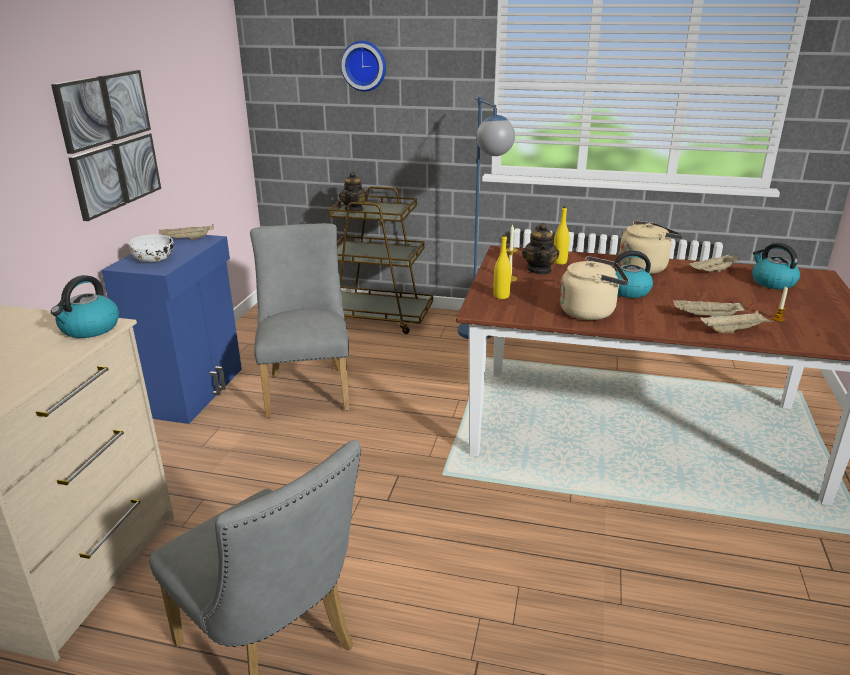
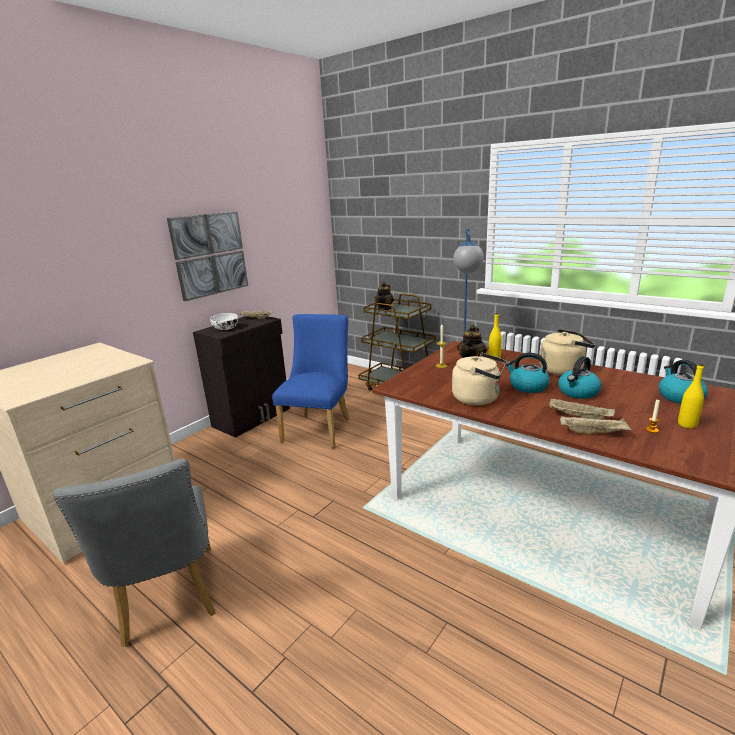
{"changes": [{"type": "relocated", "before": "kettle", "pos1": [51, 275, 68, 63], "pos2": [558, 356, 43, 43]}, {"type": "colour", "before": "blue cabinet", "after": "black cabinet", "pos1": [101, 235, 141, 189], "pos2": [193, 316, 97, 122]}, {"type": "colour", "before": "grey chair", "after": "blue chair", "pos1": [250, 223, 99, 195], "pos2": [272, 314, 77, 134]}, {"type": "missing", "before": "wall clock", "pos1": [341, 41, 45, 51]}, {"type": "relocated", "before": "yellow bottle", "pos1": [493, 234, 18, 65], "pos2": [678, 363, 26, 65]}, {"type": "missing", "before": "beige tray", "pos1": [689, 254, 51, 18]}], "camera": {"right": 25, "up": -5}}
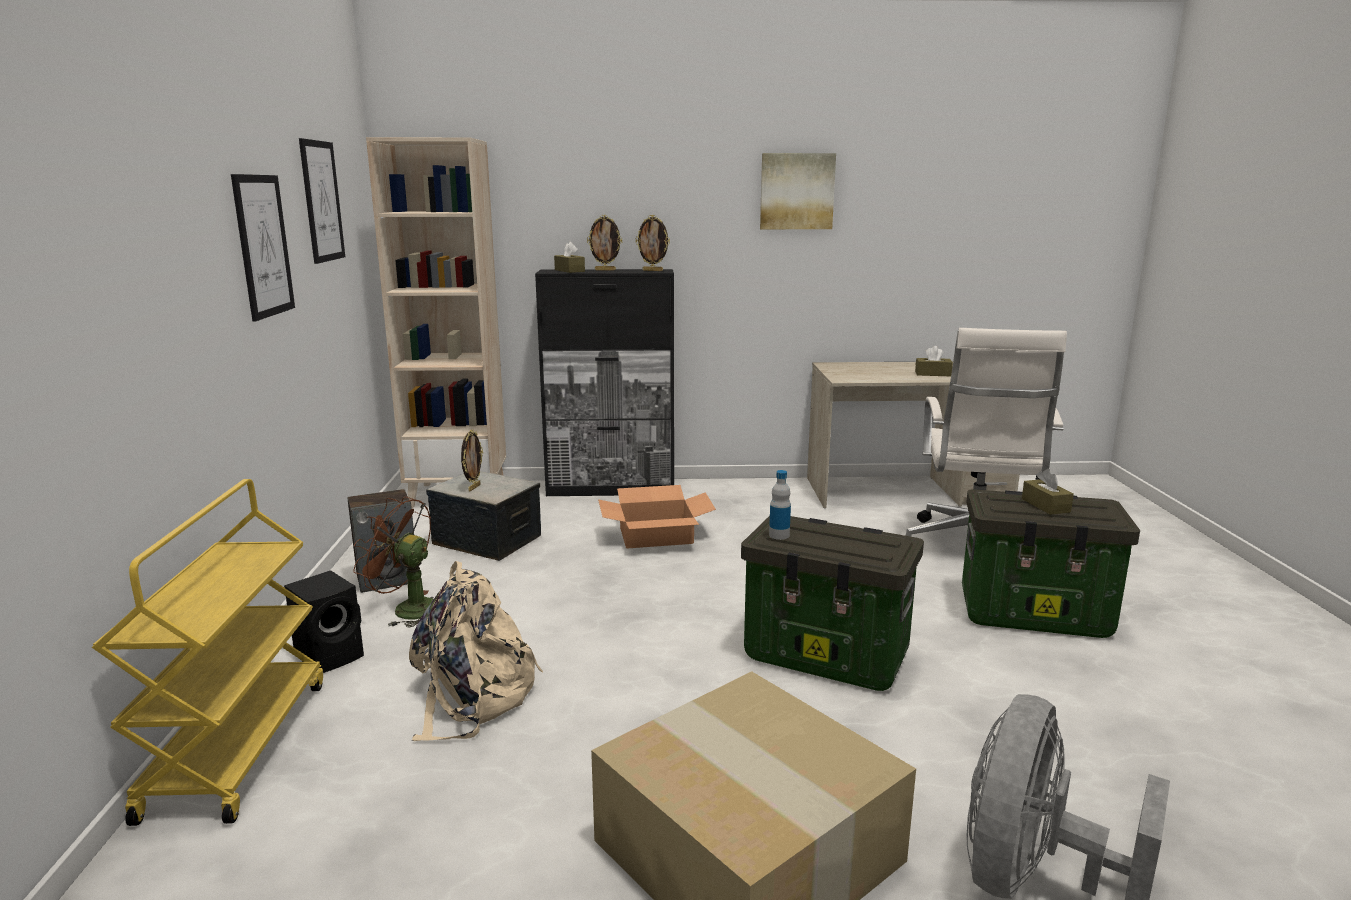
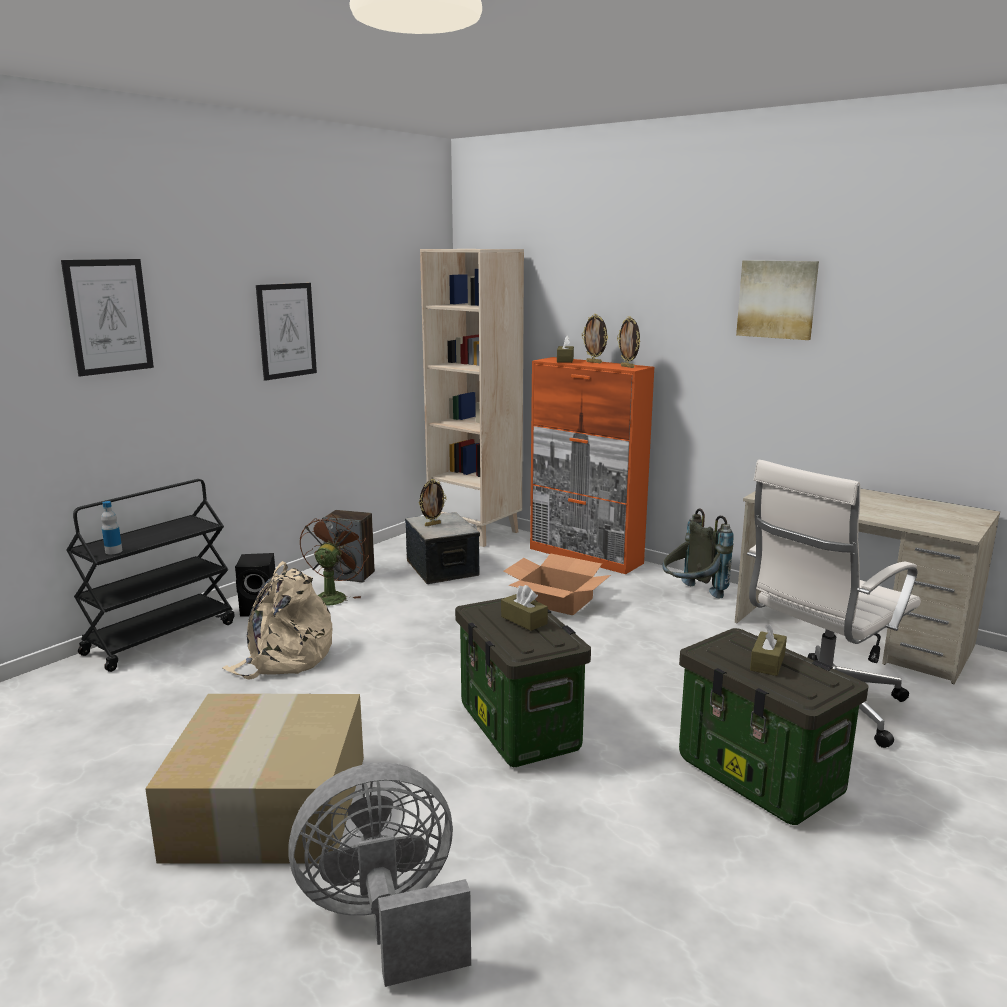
{"changes": [{"type": "colour", "before": "yellow cart", "after": "black cart", "pos1": [92, 479, 231, 347], "pos2": [66, 479, 168, 193]}, {"type": "relocated", "before": "picture", "pos1": [299, 138, 46, 126], "pos2": [61, 259, 93, 118]}, {"type": "spun", "before": "brown fan", "pos1": [353, 497, 81, 131], "pos2": [300, 514, 69, 92], "turn": 45}, {"type": "colour", "before": "black cabinet", "after": "orange cabinet", "pos1": [535, 269, 139, 227], "pos2": [530, 357, 125, 217]}, {"type": "relocated", "before": "bottle", "pos1": [769, 470, 22, 70], "pos2": [101, 501, 21, 53]}, {"type": "relocated", "before": "brown tissue box", "pos1": [915, 346, 38, 30], "pos2": [501, 585, 47, 46]}, {"type": "appeared", "after": "grey backpack", "pos2": [662, 508, 72, 91]}], "camera": {"right": 40, "up": 0}}
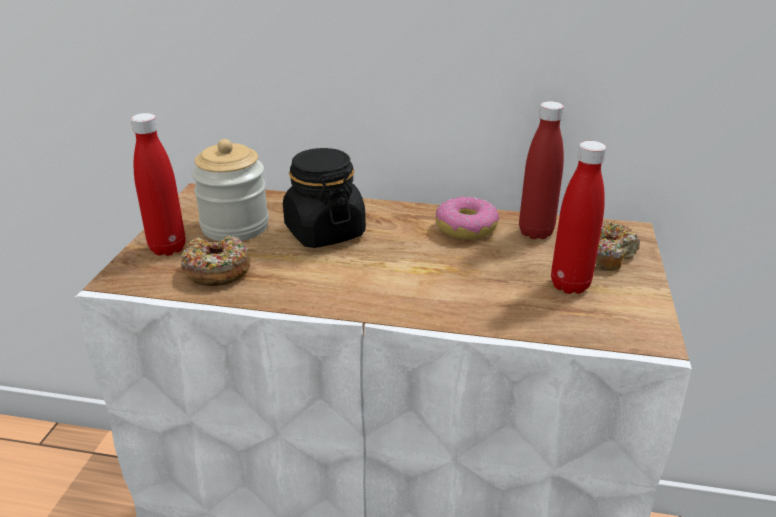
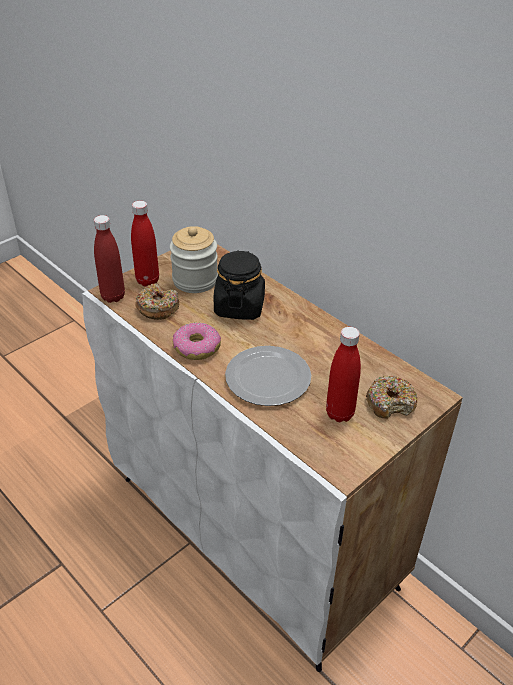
{"changes": [{"type": "relocated", "before": "donut", "pos1": [436, 196, 63, 43], "pos2": [172, 322, 49, 38]}, {"type": "relocated", "before": "red bottle", "pos1": [519, 101, 45, 138], "pos2": [94, 215, 31, 88]}, {"type": "appeared", "after": "plate", "pos2": [225, 346, 86, 60]}], "camera": {"right": 35, "up": 10}}
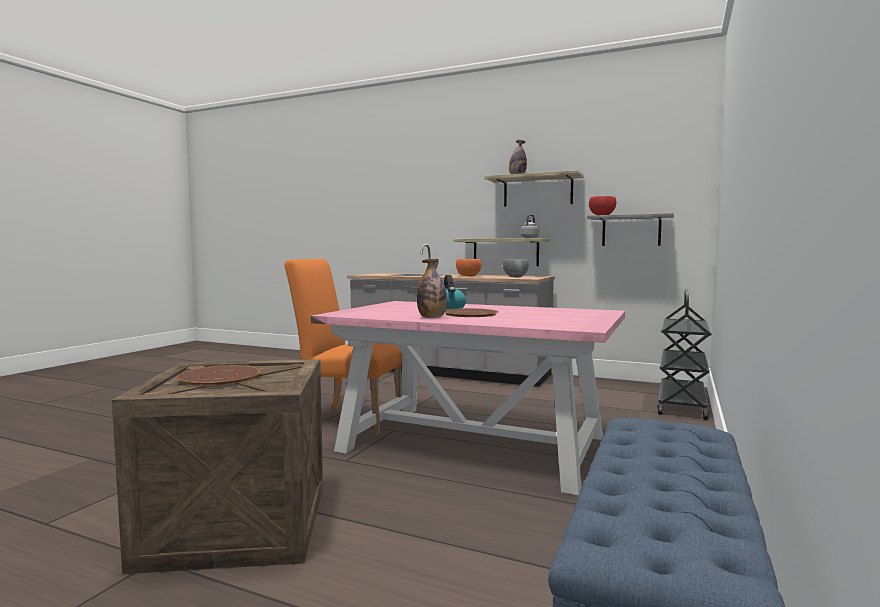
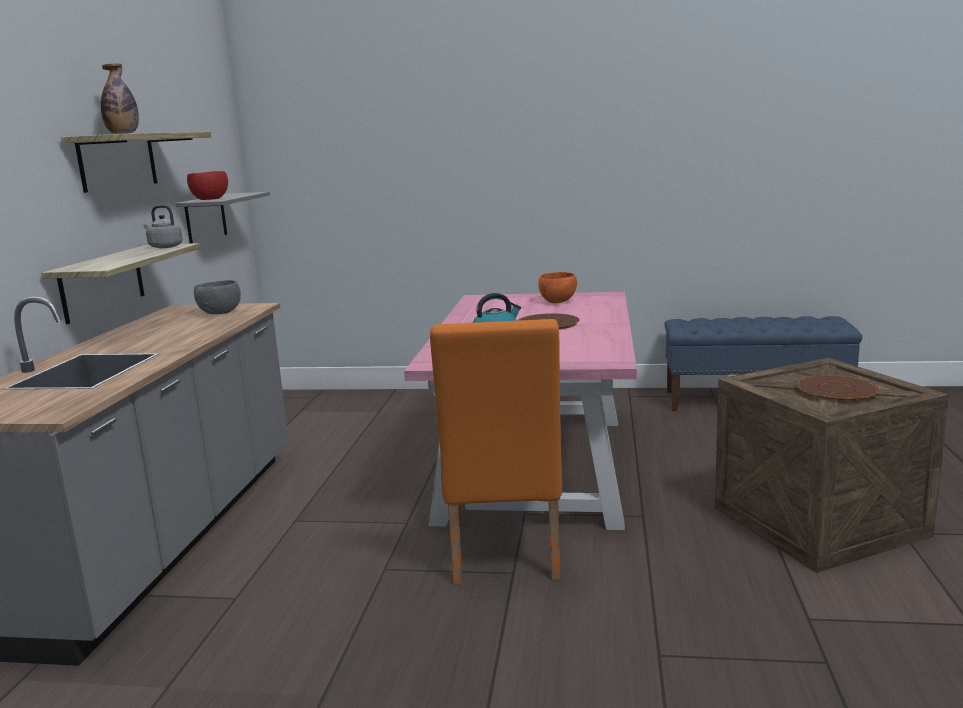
{"changes": [{"type": "missing", "before": "bottle", "pos1": [417, 259, 30, 59]}, {"type": "relocated", "before": "orange bowl", "pos1": [456, 259, 26, 17], "pos2": [538, 272, 39, 31]}, {"type": "missing", "before": "black cart", "pos1": [657, 289, 54, 131]}], "camera": {"right": -105, "up": 10}}
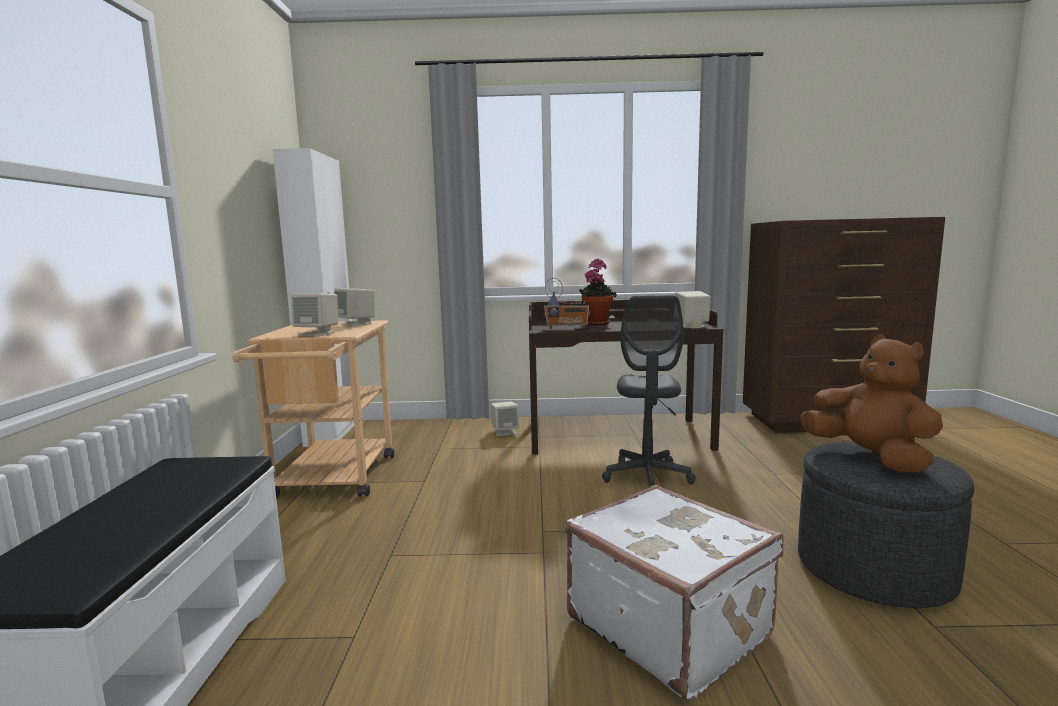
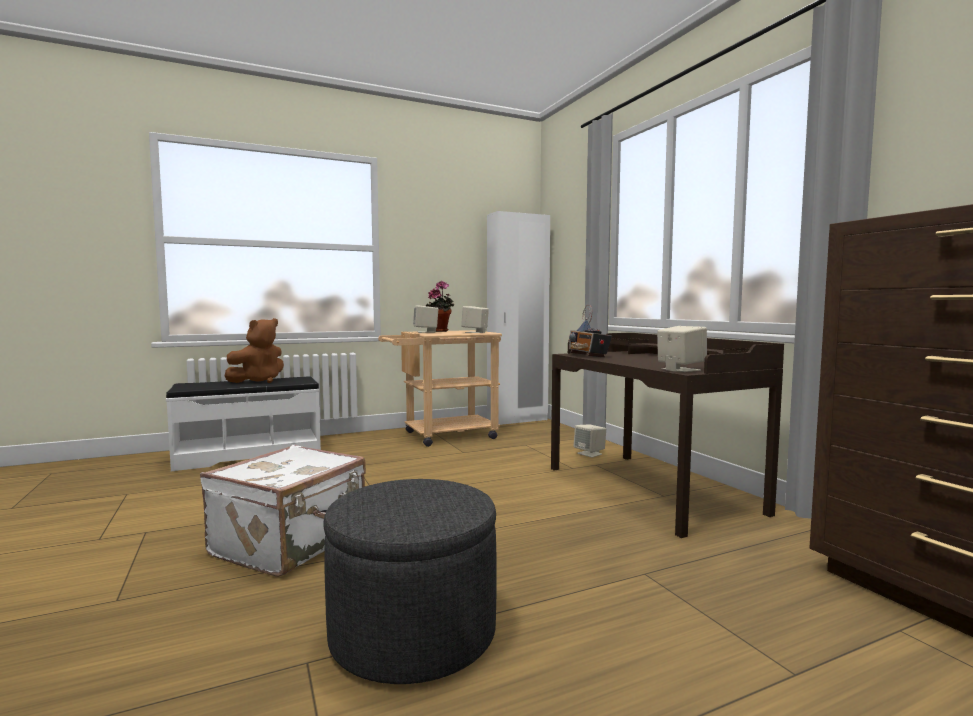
{"changes": [{"type": "relocated", "before": "potted plant", "pos1": [579, 259, 38, 66], "pos2": [426, 281, 28, 51]}, {"type": "missing", "before": "grey office chair", "pos1": [602, 296, 94, 192]}, {"type": "relocated", "before": "brown plush toy", "pos1": [800, 335, 143, 138], "pos2": [225, 318, 59, 65]}], "camera": {"right": 65, "up": -5}}
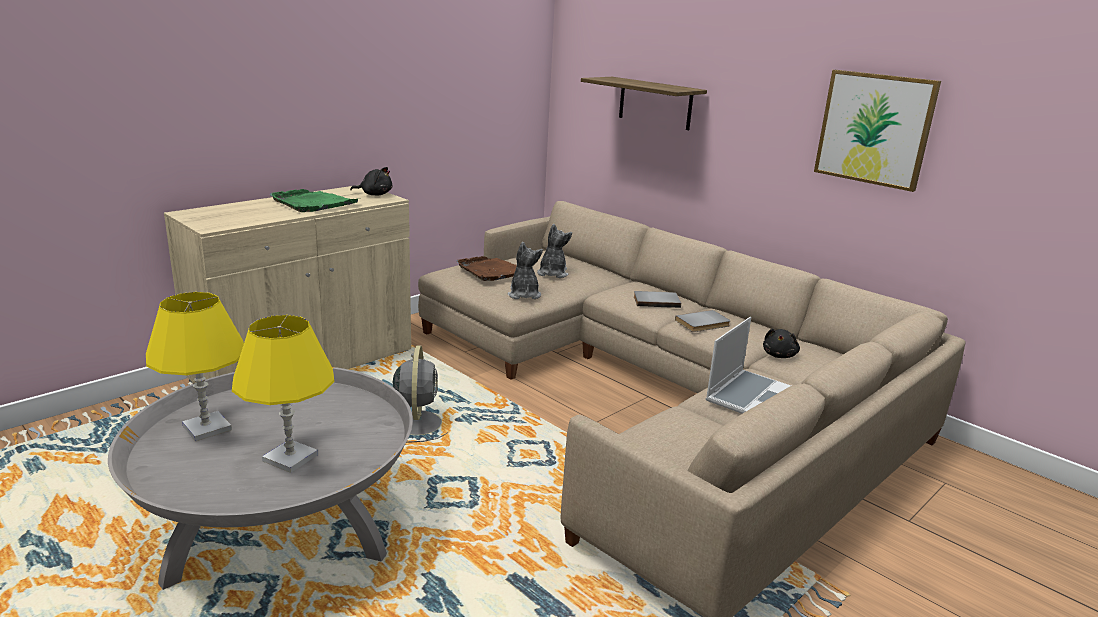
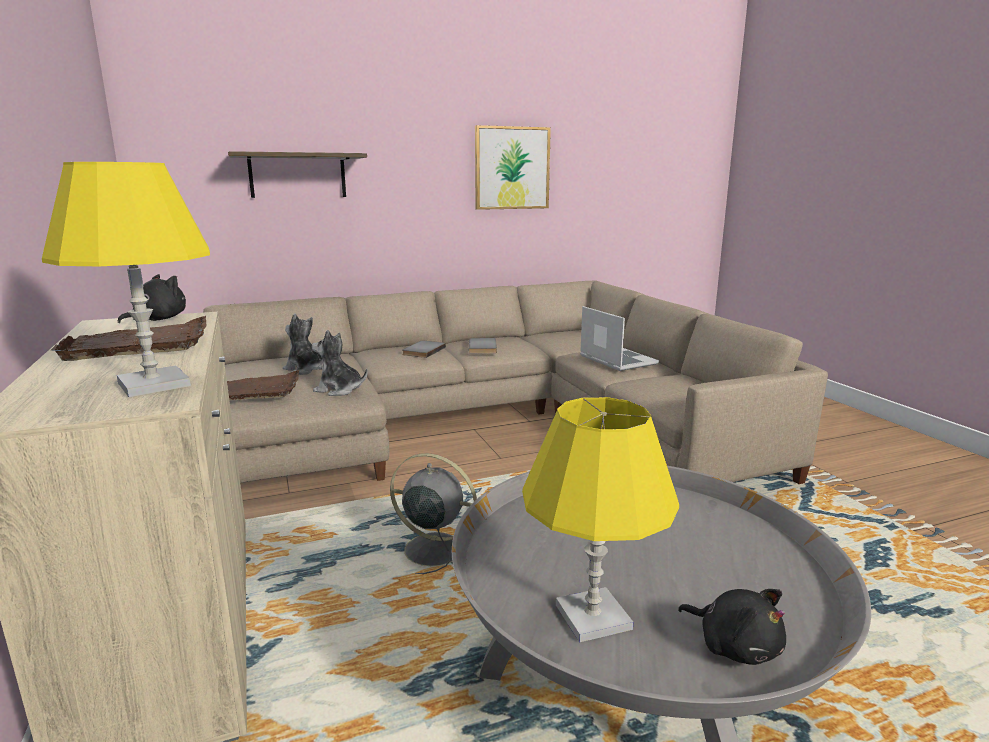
{"changes": [{"type": "relocated", "before": "yellow table lamp", "pos1": [232, 315, 102, 158], "pos2": [42, 162, 168, 236]}, {"type": "colour", "before": "green tray", "after": "brown tray", "pos1": [269, 189, 89, 23], "pos2": [51, 316, 155, 45]}, {"type": "relocated", "before": "black plush toy", "pos1": [763, 328, 37, 30], "pos2": [678, 589, 108, 76]}], "camera": {"right": -65, "up": -5}}
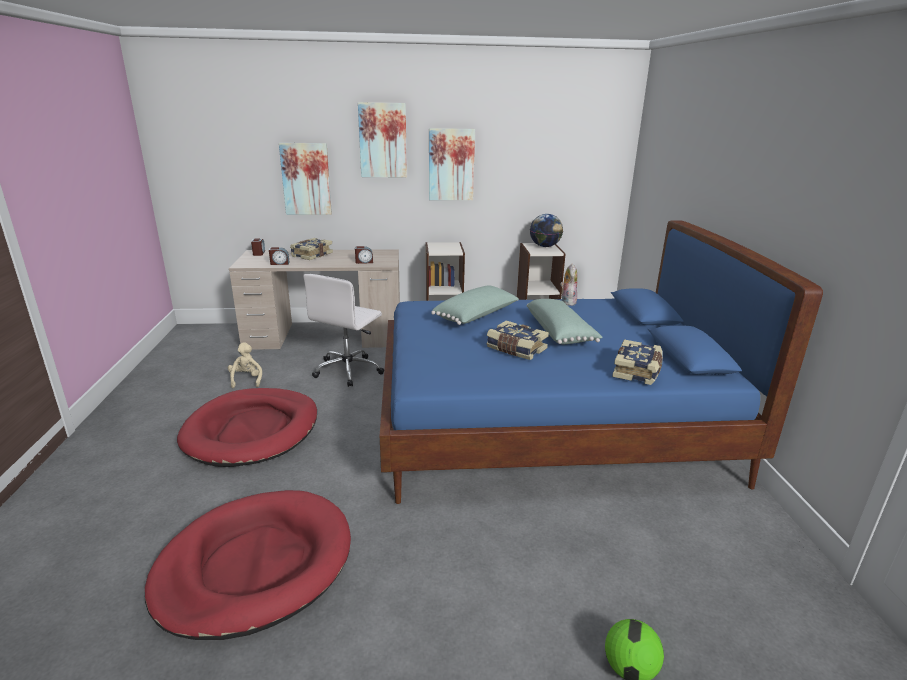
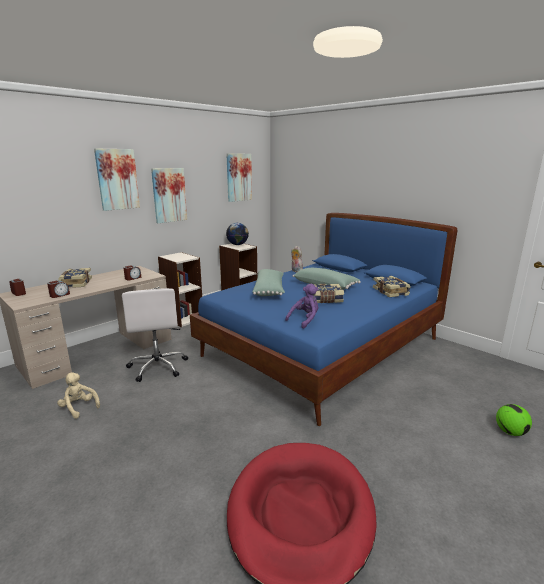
{"changes": [{"type": "missing", "before": "red dog bed", "pos1": [177, 388, 140, 79]}, {"type": "relocated", "before": "picture", "pos1": [279, 143, 53, 72], "pos2": [226, 153, 26, 49]}, {"type": "appeared", "after": "purple plush toy", "pos2": [285, 284, 33, 45]}], "camera": {"right": -40, "up": -5}}
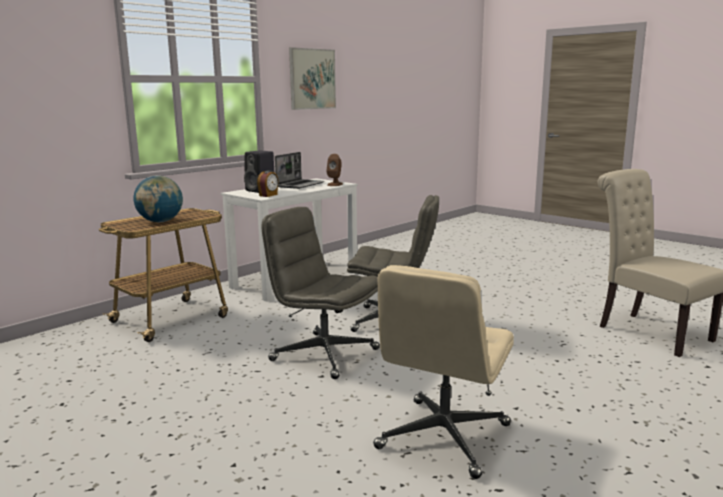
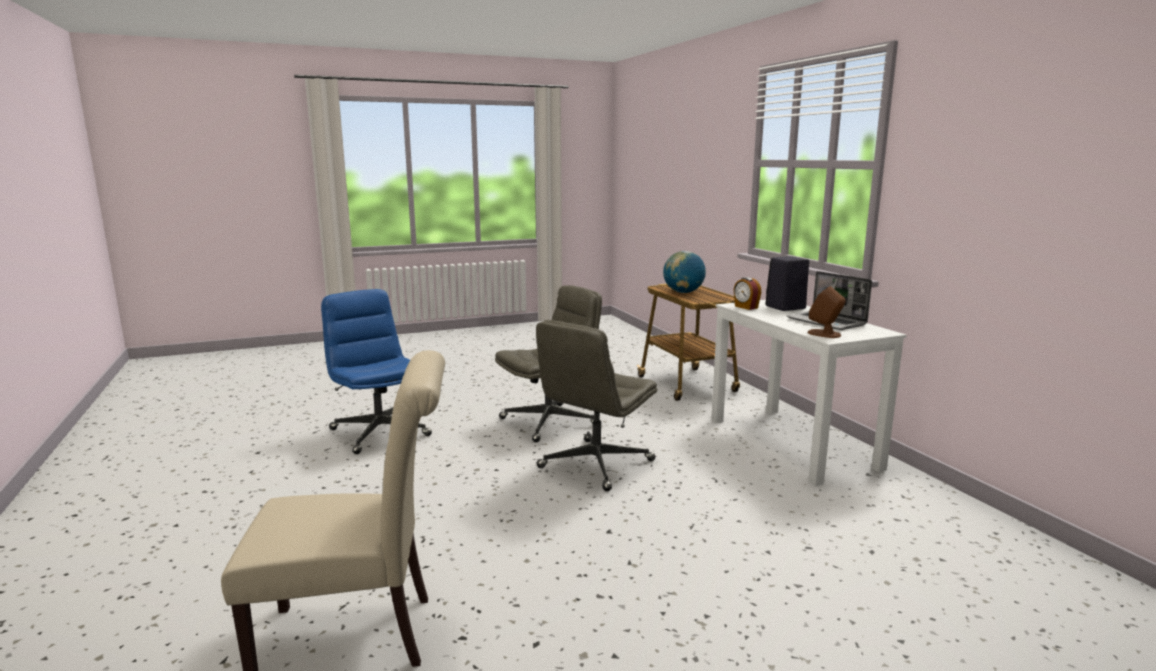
{"changes": [{"type": "missing", "before": "picture", "pos1": [289, 47, 47, 63]}, {"type": "colour", "before": "beige office chair", "after": "blue office chair", "pos1": [373, 265, 141, 214], "pos2": [321, 289, 111, 165]}], "camera": {"right": 115, "up": 0}}
